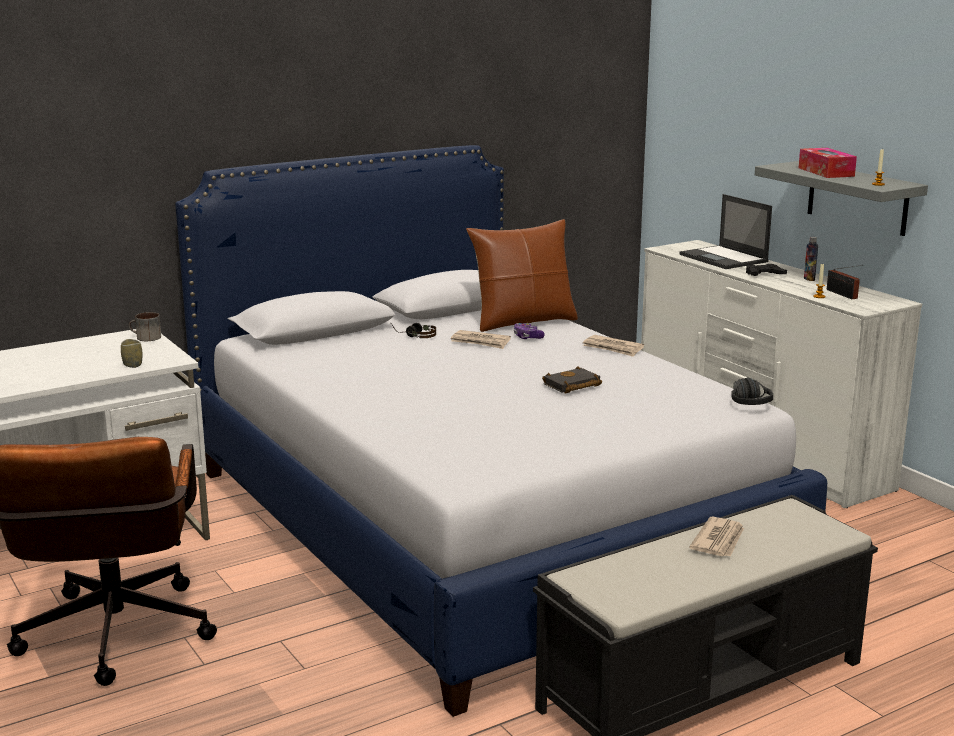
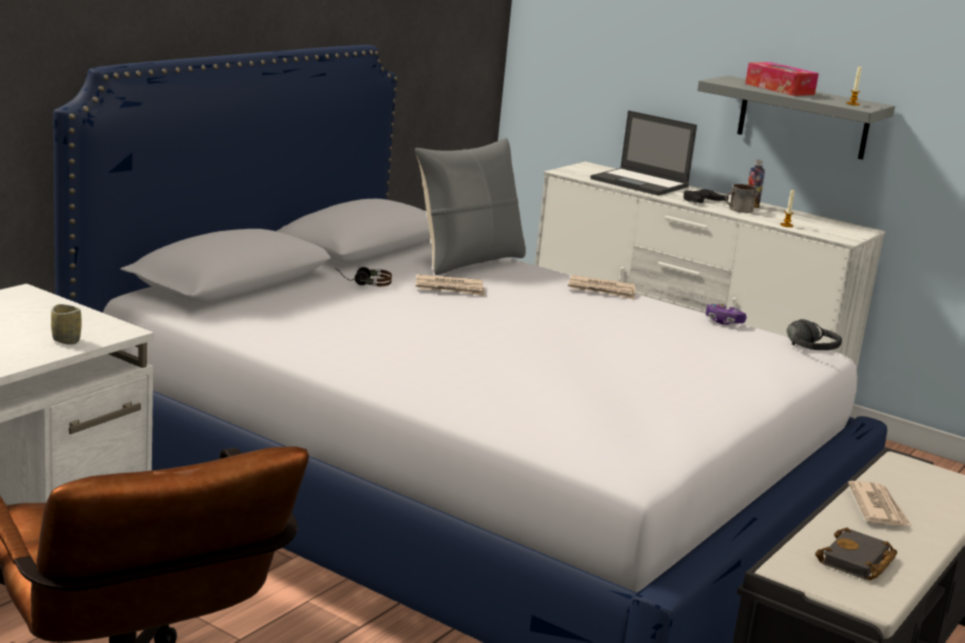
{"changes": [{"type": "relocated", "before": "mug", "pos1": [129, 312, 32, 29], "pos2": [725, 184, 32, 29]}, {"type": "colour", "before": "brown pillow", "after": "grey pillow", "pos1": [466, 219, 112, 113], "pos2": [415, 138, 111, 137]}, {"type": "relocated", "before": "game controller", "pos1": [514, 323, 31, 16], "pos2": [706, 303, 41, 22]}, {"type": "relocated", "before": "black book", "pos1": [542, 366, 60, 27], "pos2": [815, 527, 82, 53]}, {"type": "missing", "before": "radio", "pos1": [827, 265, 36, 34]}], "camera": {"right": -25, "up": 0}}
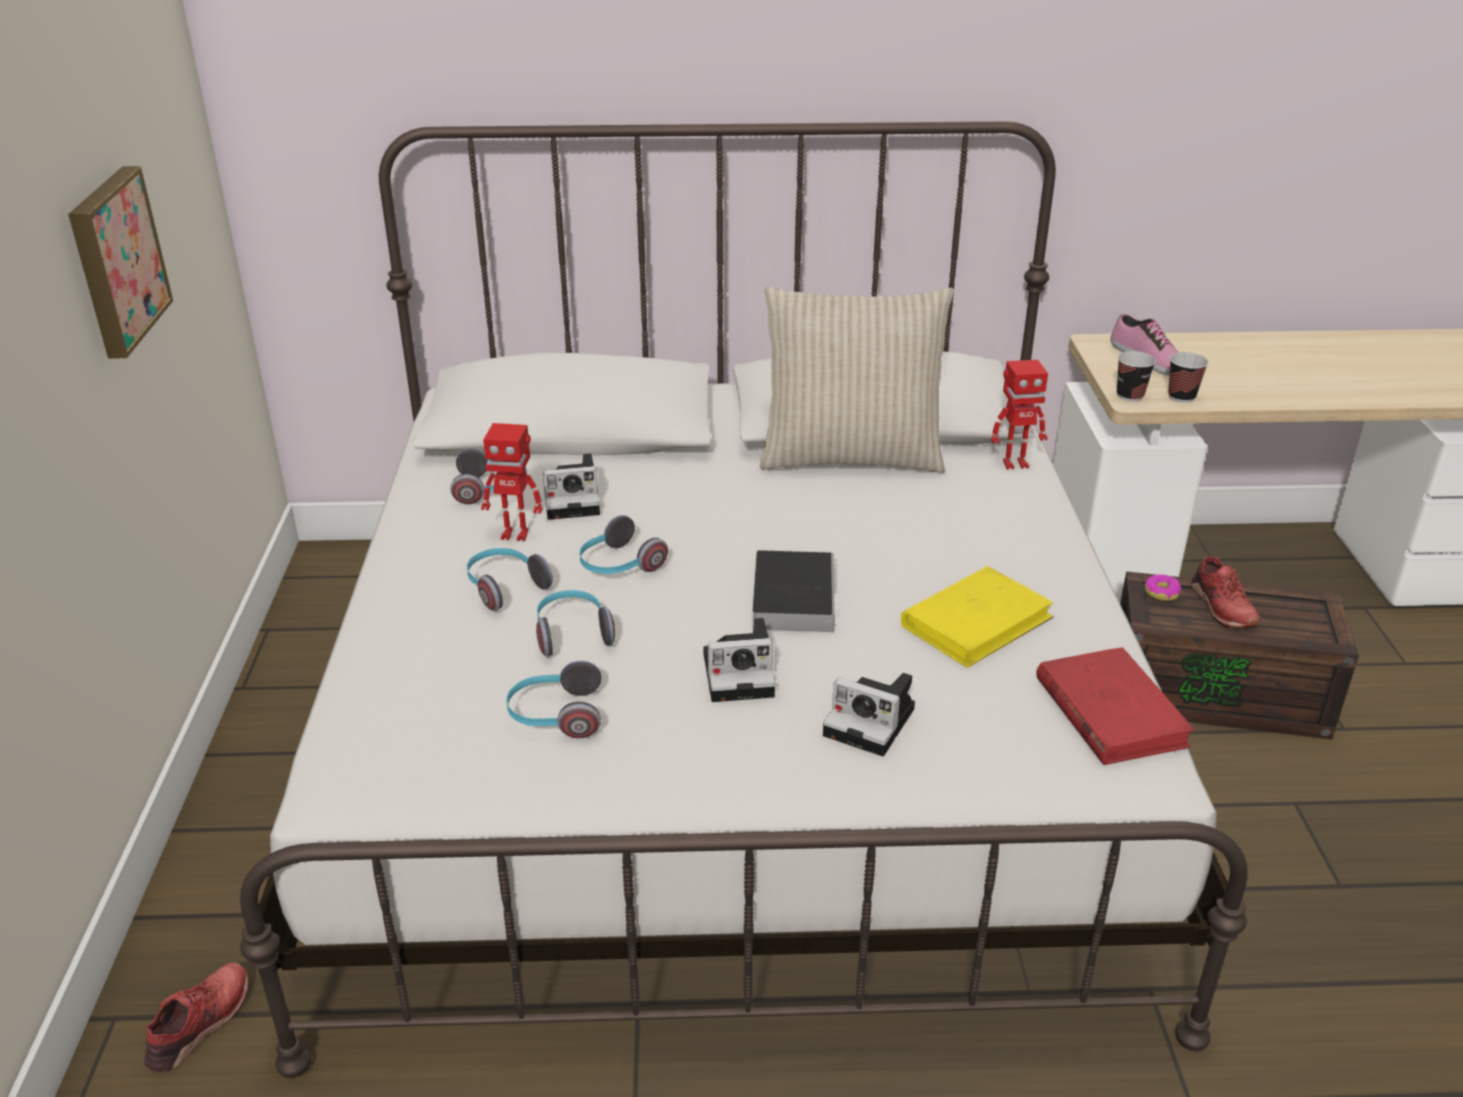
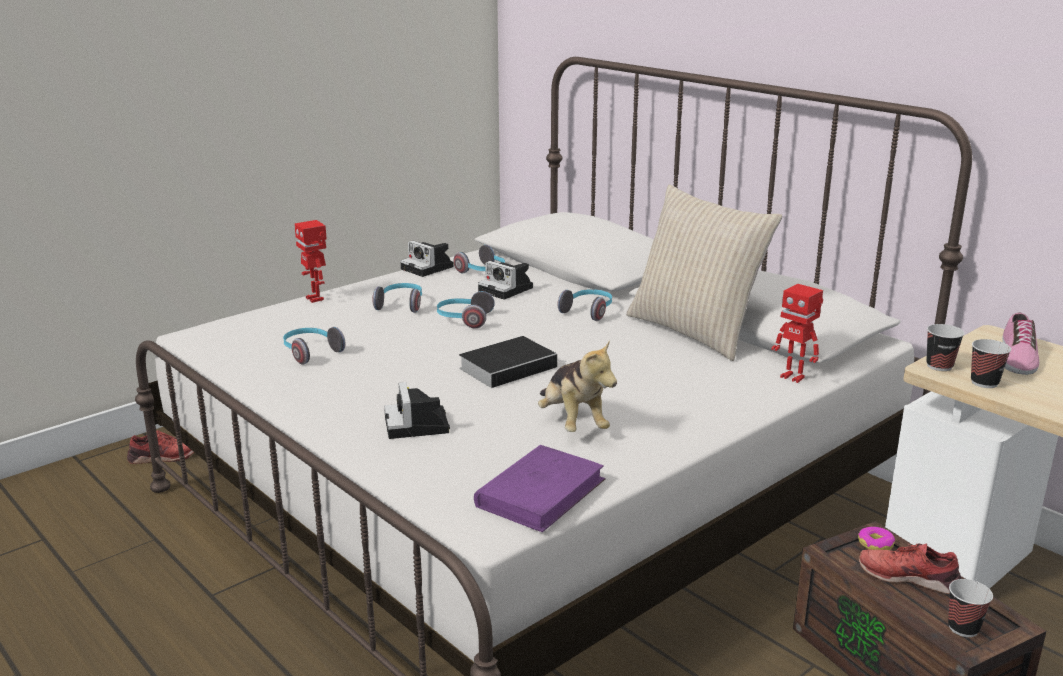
{"changes": [{"type": "missing", "before": "picture", "pos1": [68, 166, 105, 193]}, {"type": "relocated", "before": "toy robot", "pos1": [481, 423, 62, 118], "pos2": [294, 220, 33, 83]}, {"type": "relocated", "before": "headphones", "pos1": [536, 590, 79, 67], "pos2": [558, 289, 54, 32]}, {"type": "relocated", "before": "photo camera", "pos1": [703, 618, 72, 84], "pos2": [400, 241, 53, 36]}, {"type": "exchanged", "before": "yellow book", "after": "plush toy", "pos1": [901, 566, 152, 102], "pos2": [538, 340, 79, 92]}, {"type": "colour", "before": "red book", "after": "purple book", "pos1": [1036, 647, 159, 118], "pos2": [474, 445, 132, 87]}, {"type": "spun", "before": "red shoe", "pos1": [1191, 557, 69, 71], "pos2": [859, 543, 102, 51], "turn": 75}, {"type": "appeared", "after": "cup", "pos2": [948, 579, 45, 58]}], "camera": {"right": 50, "up": -10}}
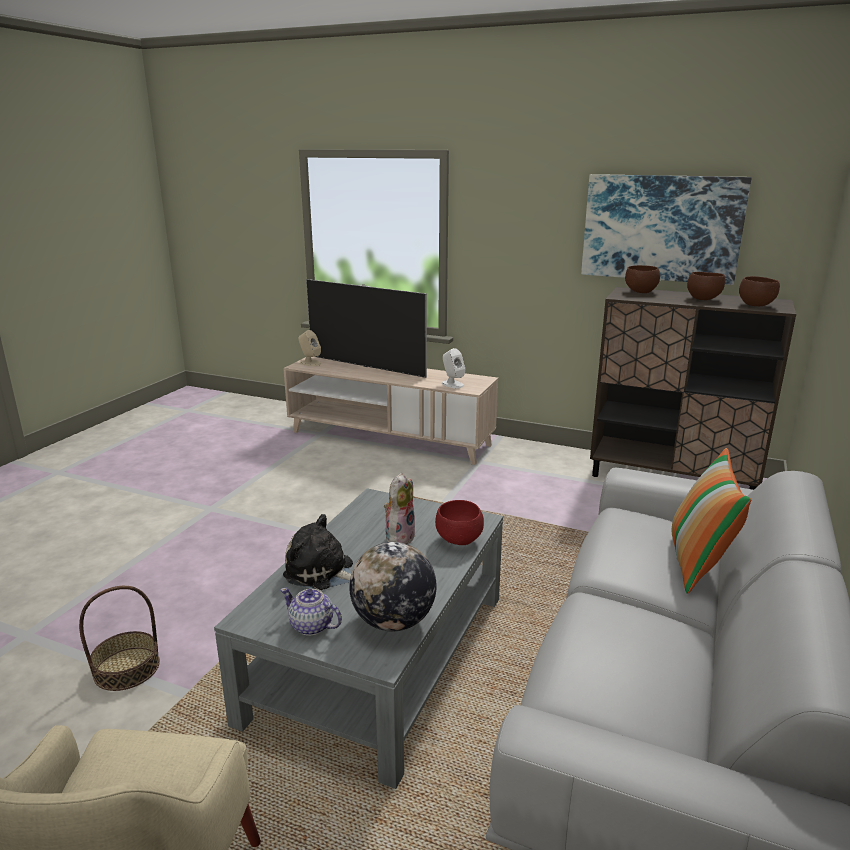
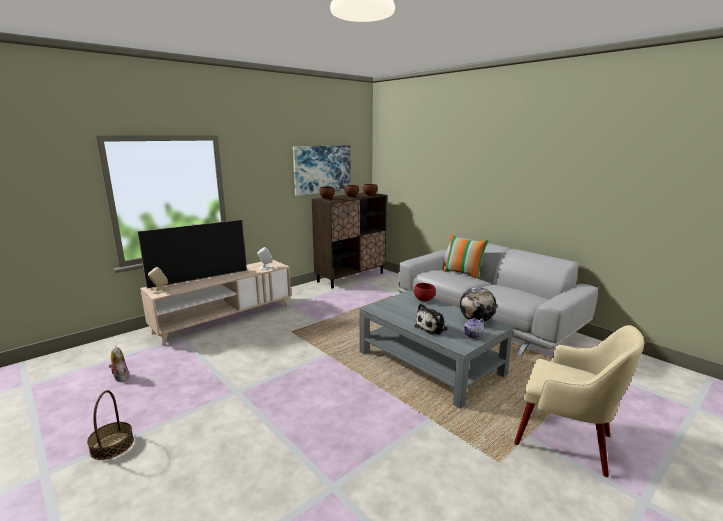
{"changes": [{"type": "relocated", "before": "basket", "pos1": [79, 586, 81, 105], "pos2": [87, 390, 47, 70]}, {"type": "relocated", "before": "plush toy", "pos1": [384, 473, 32, 71], "pos2": [109, 346, 20, 36]}], "camera": {"right": -65, "up": -5}}
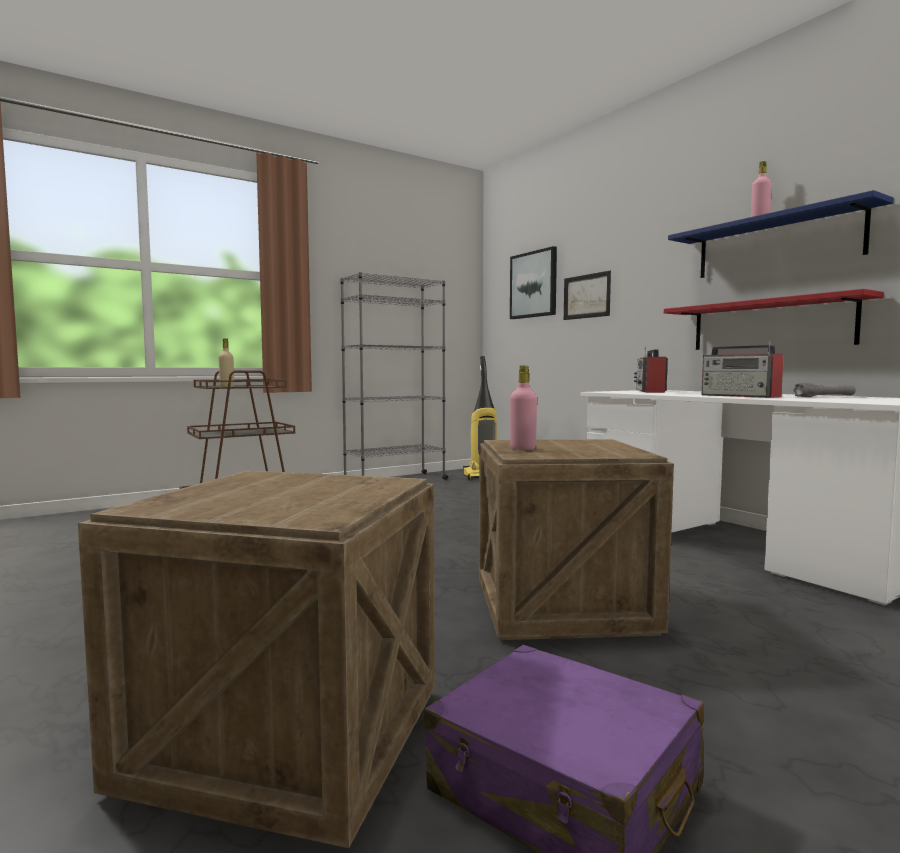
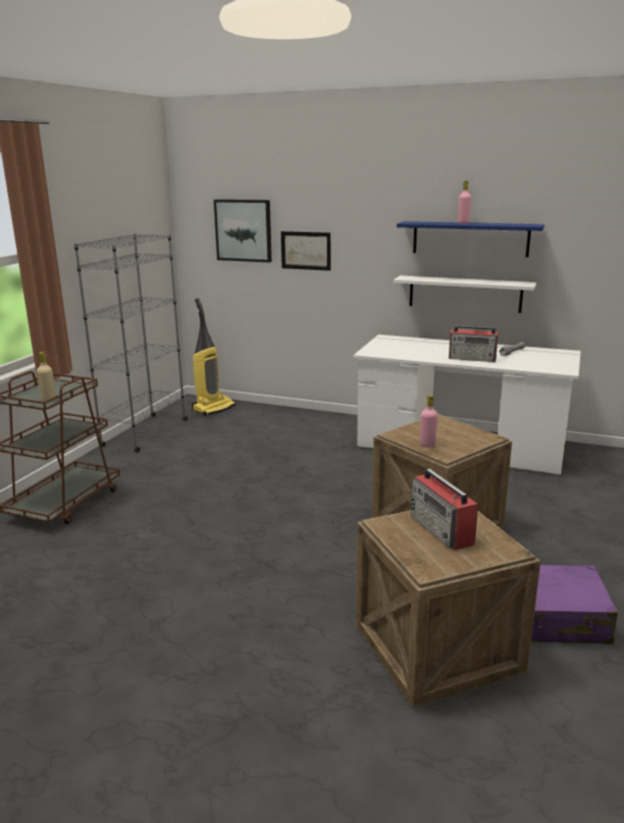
{"changes": [{"type": "relocated", "before": "radio", "pos1": [634, 347, 34, 46], "pos2": [410, 469, 68, 81]}, {"type": "colour", "before": "red shelf", "after": "white shelf", "pos1": [664, 289, 220, 61], "pos2": [393, 276, 144, 37]}], "camera": {"right": -35, "up": 15}}
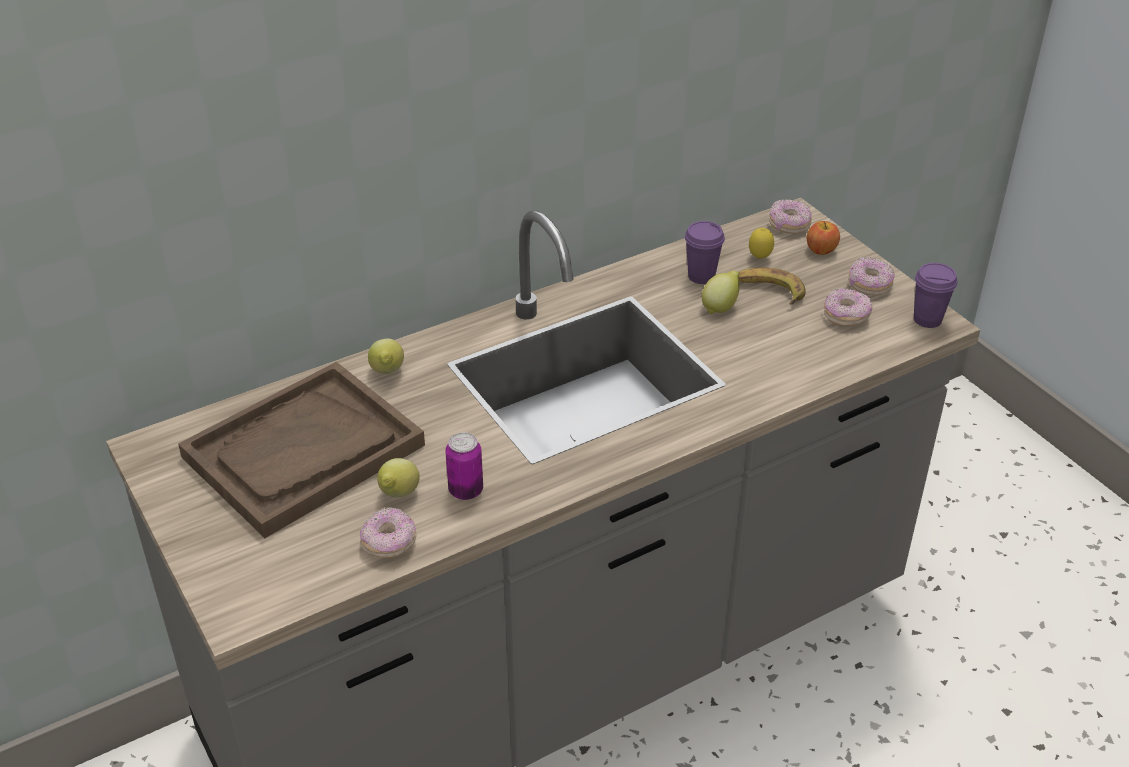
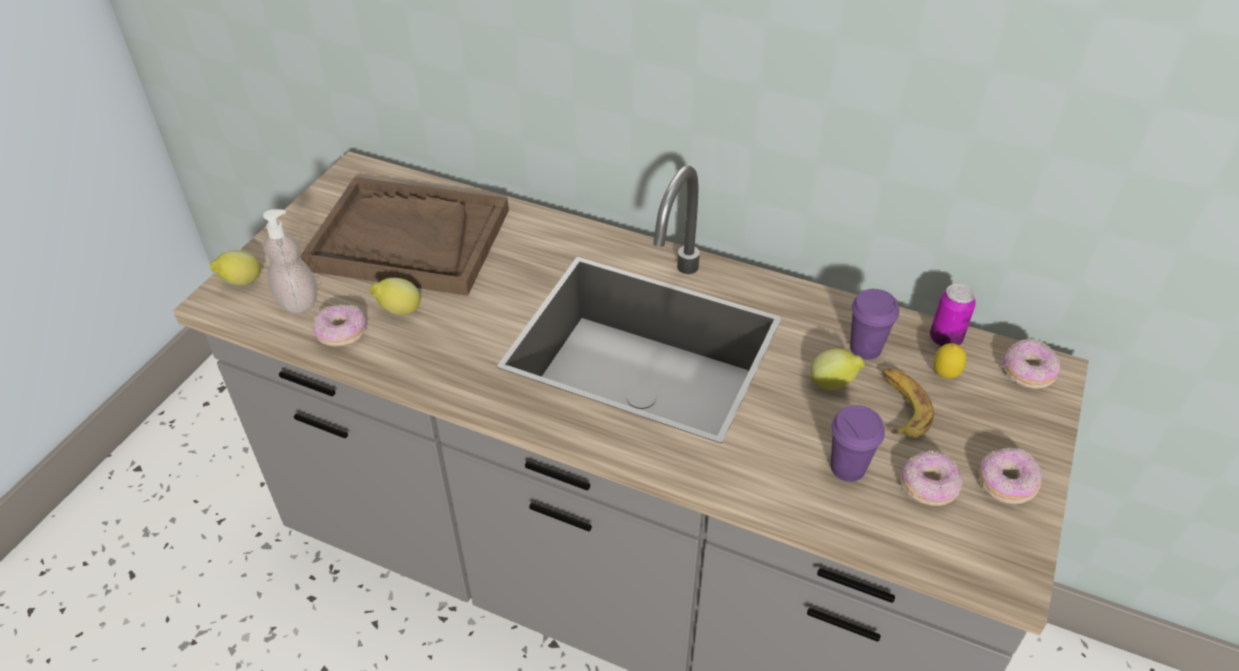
{"changes": [{"type": "relocated", "before": "lemon", "pos1": [368, 339, 36, 35], "pos2": [210, 250, 50, 35]}, {"type": "relocated", "before": "can", "pos1": [445, 432, 38, 68], "pos2": [930, 284, 46, 63]}, {"type": "missing", "before": "apple", "pos1": [807, 221, 33, 34]}, {"type": "relocated", "before": "purple cup", "pos1": [914, 263, 44, 65], "pos2": [831, 405, 54, 77]}, {"type": "appeared", "after": "soap dispenser", "pos2": [263, 209, 54, 105]}], "camera": {"right": 55, "up": 5}}
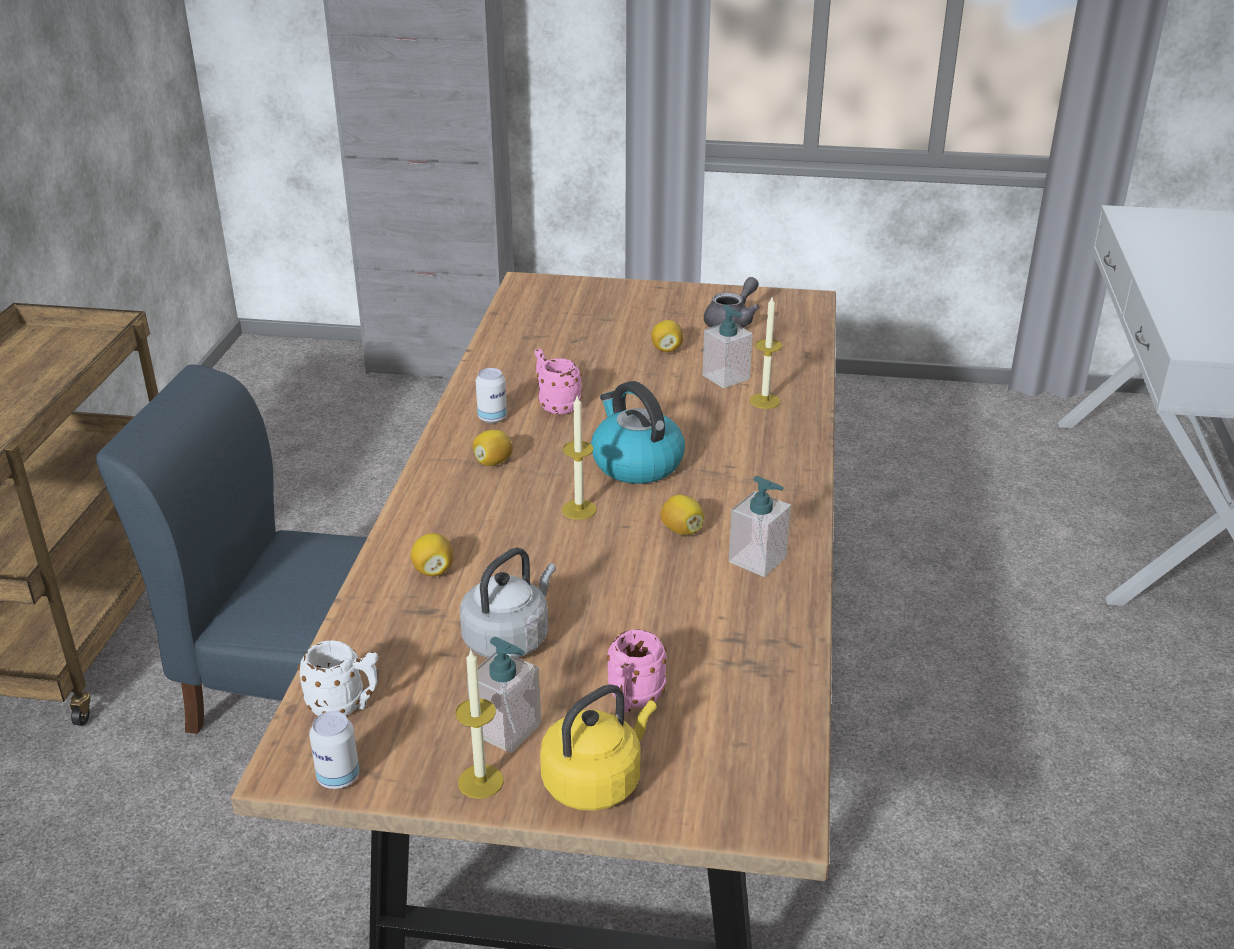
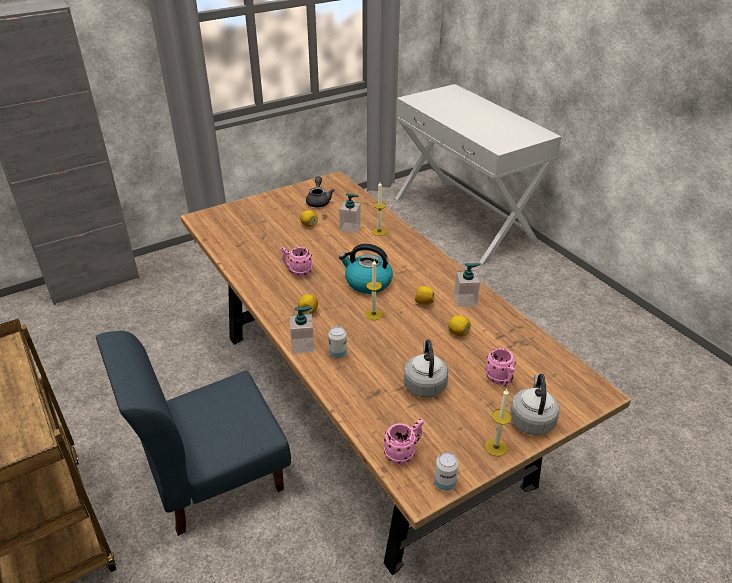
{"changes": [{"type": "colour", "before": "white mug", "after": "pink mug", "pos1": [298, 640, 81, 76], "pos2": [384, 419, 40, 45]}, {"type": "relocated", "before": "lemon", "pos1": [411, 533, 43, 43], "pos2": [448, 315, 23, 21]}, {"type": "relocated", "before": "soap dispenser", "pos1": [467, 637, 74, 116], "pos2": [290, 307, 24, 47]}, {"type": "relocated", "before": "can", "pos1": [476, 368, 31, 55], "pos2": [328, 326, 19, 32]}, {"type": "colour", "before": "yellow kettle", "after": "grey kettle", "pos1": [540, 684, 117, 127], "pos2": [510, 374, 49, 61]}], "camera": {"right": -40, "up": 5}}
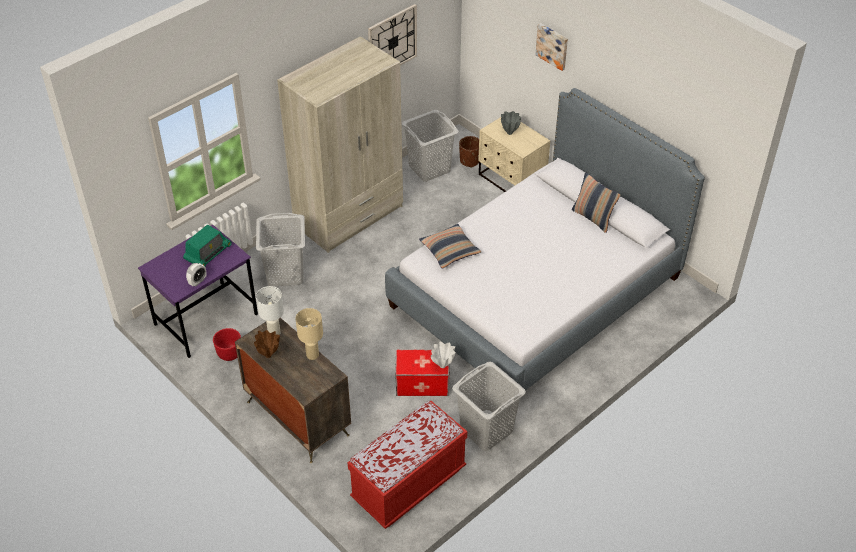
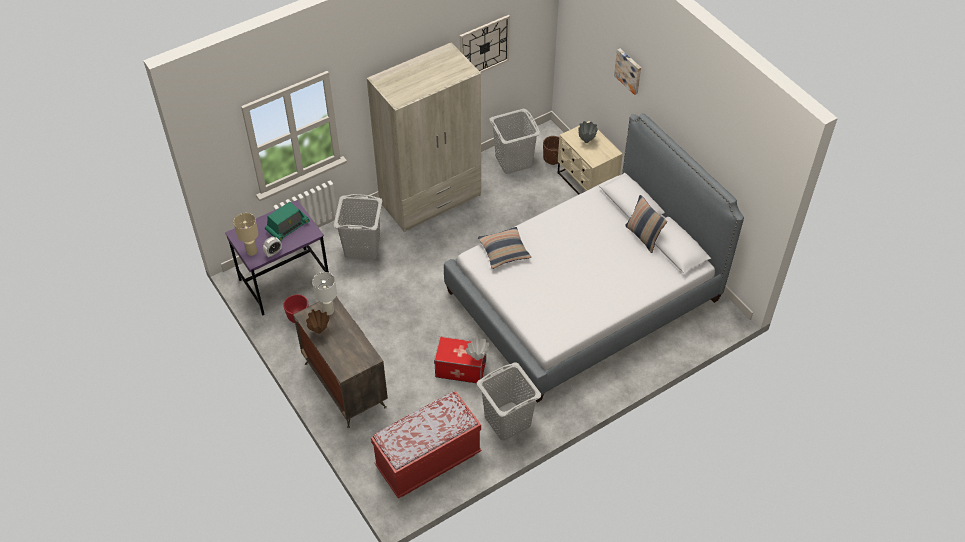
{"changes": [{"type": "relocated", "before": "beige table lamp", "pos1": [296, 308, 27, 52], "pos2": [234, 213, 24, 43]}], "camera": {"right": 10, "up": 5}}
